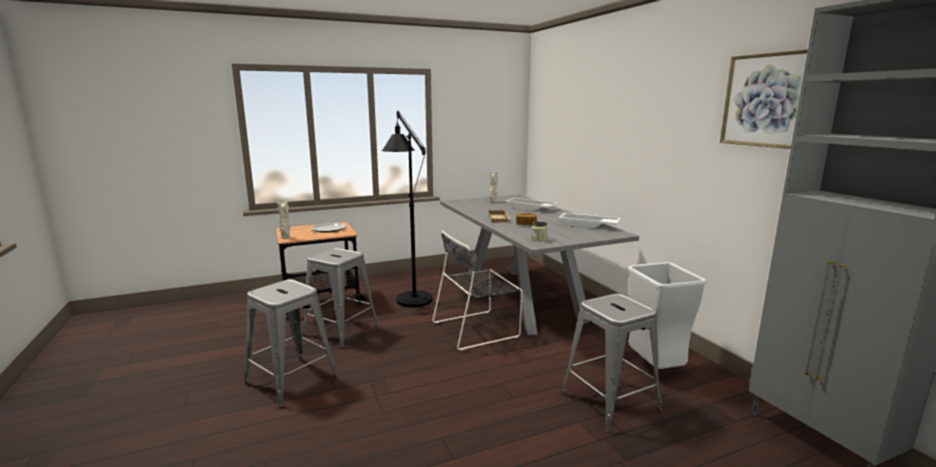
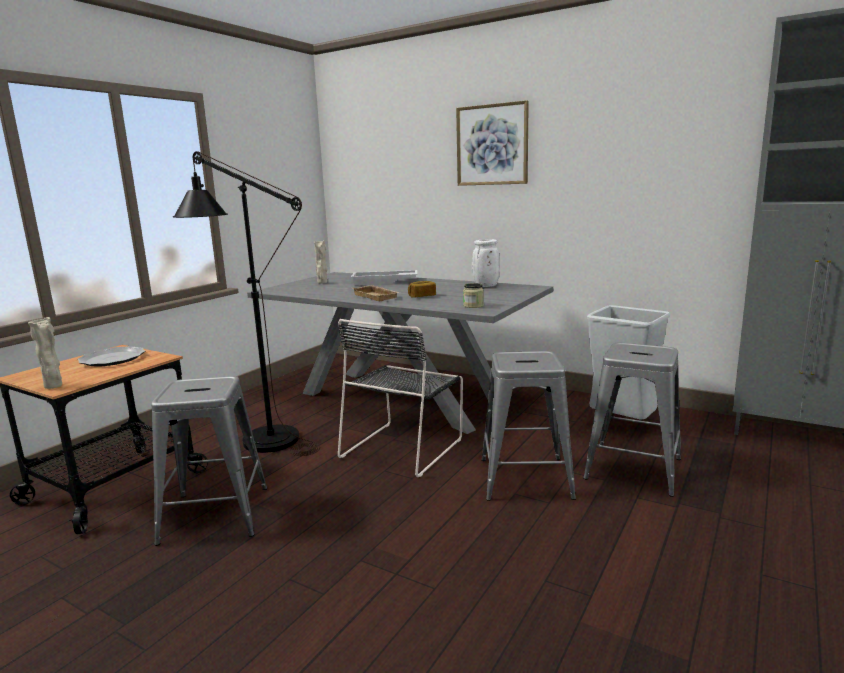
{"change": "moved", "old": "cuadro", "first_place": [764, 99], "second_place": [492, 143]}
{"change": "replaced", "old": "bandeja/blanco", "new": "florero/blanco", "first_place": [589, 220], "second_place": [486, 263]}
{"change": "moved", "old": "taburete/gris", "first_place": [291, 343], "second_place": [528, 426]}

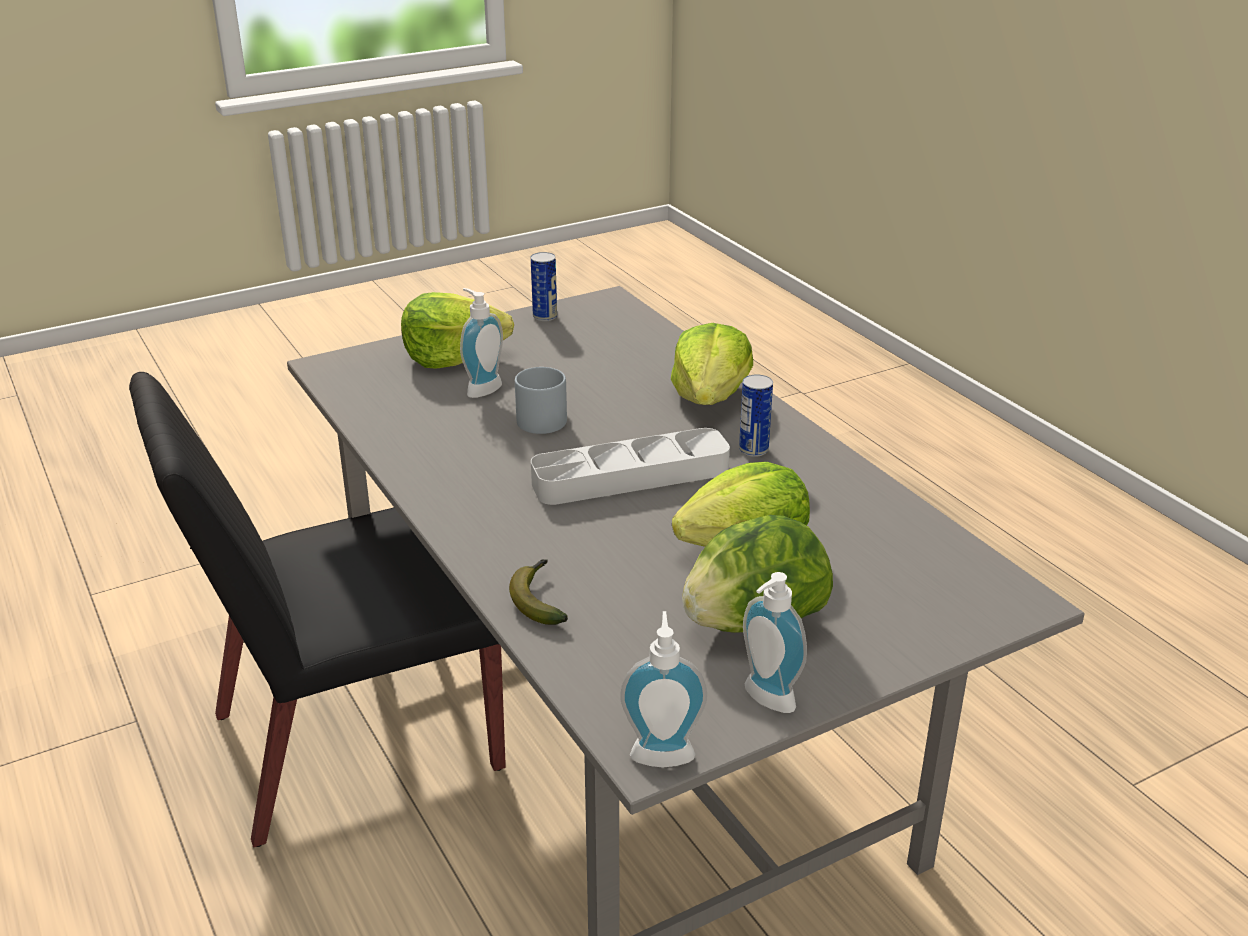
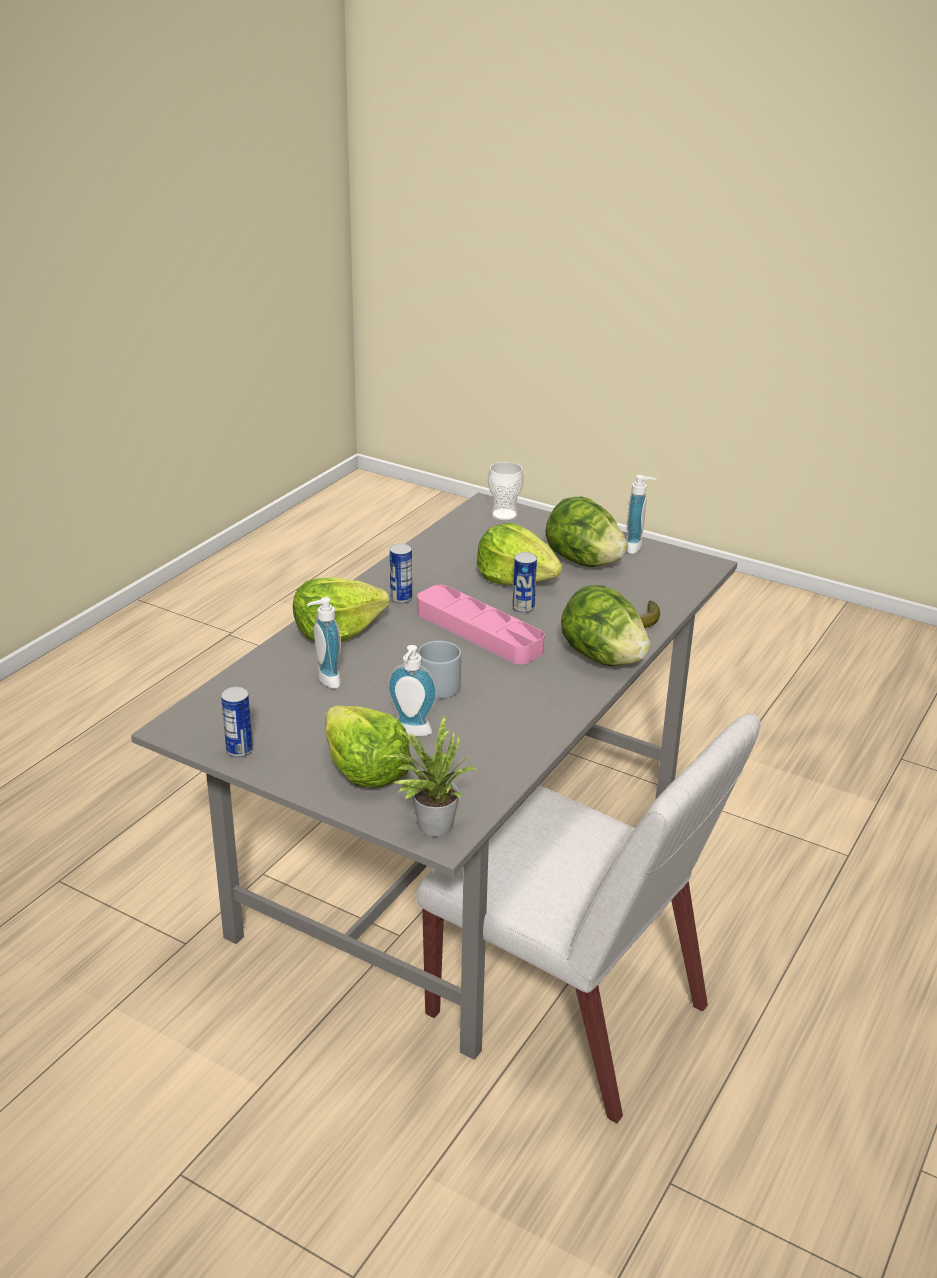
{"change": "moved", "old": "dispensador de jabón", "first_place": [663, 689], "second_place": [324, 643]}
{"change": "added", "new": "planta en maceta", "second_place": [431, 776]}
{"change": "recoloured", "old": "silla/negro", "new": "silla/blanco", "first_place": [317, 609], "second_place": [588, 918]}
{"change": "recoloured", "old": "bandeja/gris", "new": "bandeja/rosa", "first_place": [630, 466], "second_place": [481, 624]}
{"change": "added", "new": "taza", "second_place": [506, 491]}
{"change": "added", "new": "lata", "second_place": [525, 582]}
{"change": "added", "new": "lechuga", "second_place": [606, 625]}

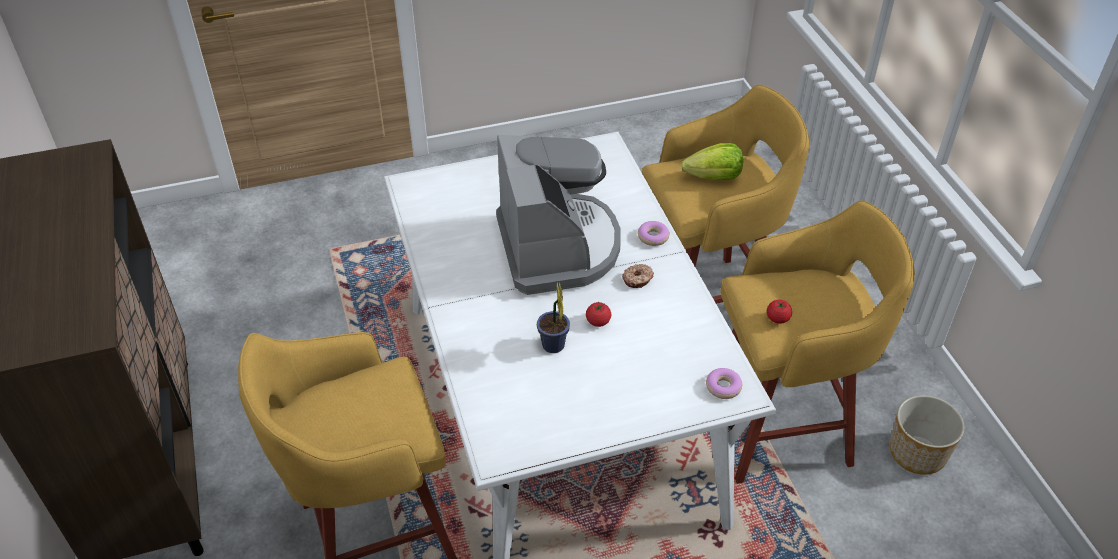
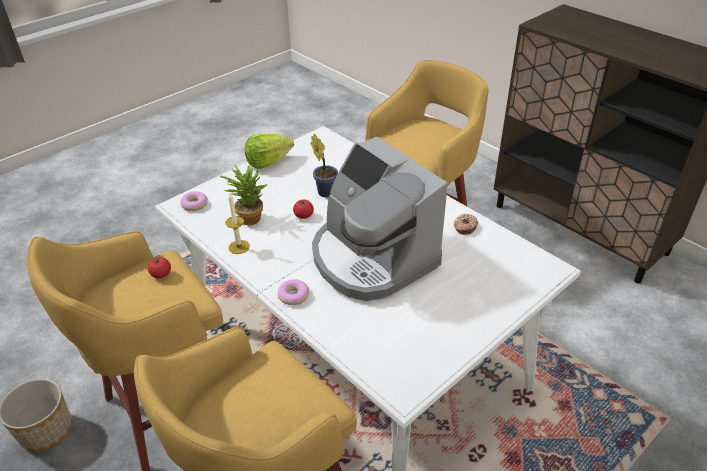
{"change": "added", "new": "planta en maceta", "second_place": [243, 195]}
{"change": "added", "new": "vela", "second_place": [238, 223]}
{"change": "moved", "old": "lechuga", "first_place": [712, 161], "second_place": [269, 151]}
{"change": "moved", "old": "rosquilla", "first_place": [638, 276], "second_place": [466, 224]}

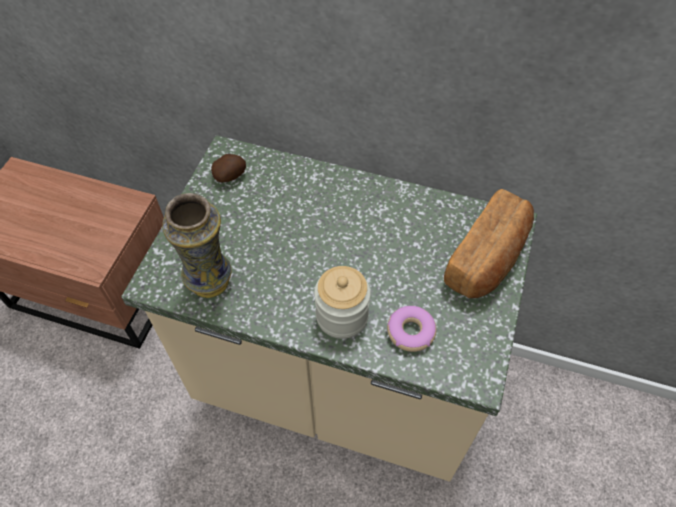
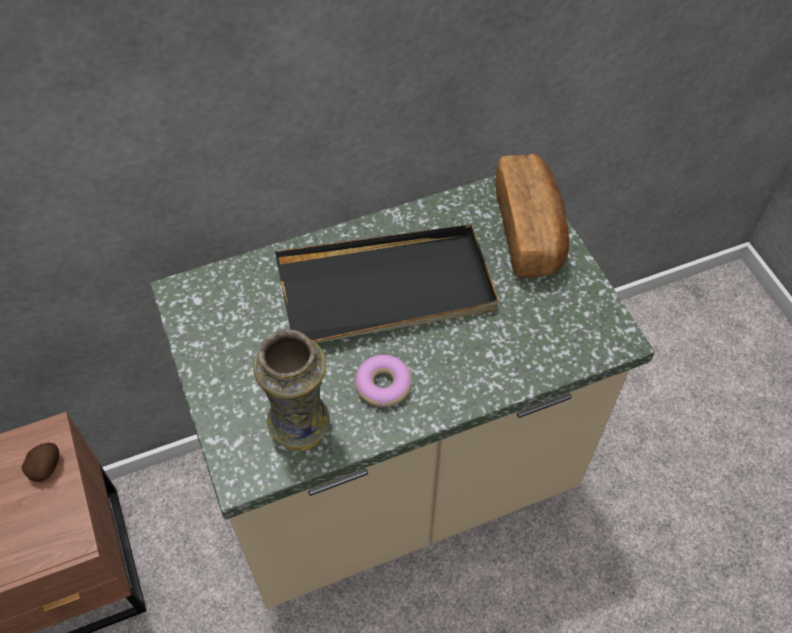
{"change": "moved", "old": "patata", "first_place": [228, 168], "second_place": [40, 462]}
{"change": "added", "new": "bandeja/negro", "second_place": [386, 283]}
{"change": "moved", "old": "rosquilla", "first_place": [412, 329], "second_place": [383, 381]}
{"change": "removed", "old": "tarro", "first_place": [342, 302]}

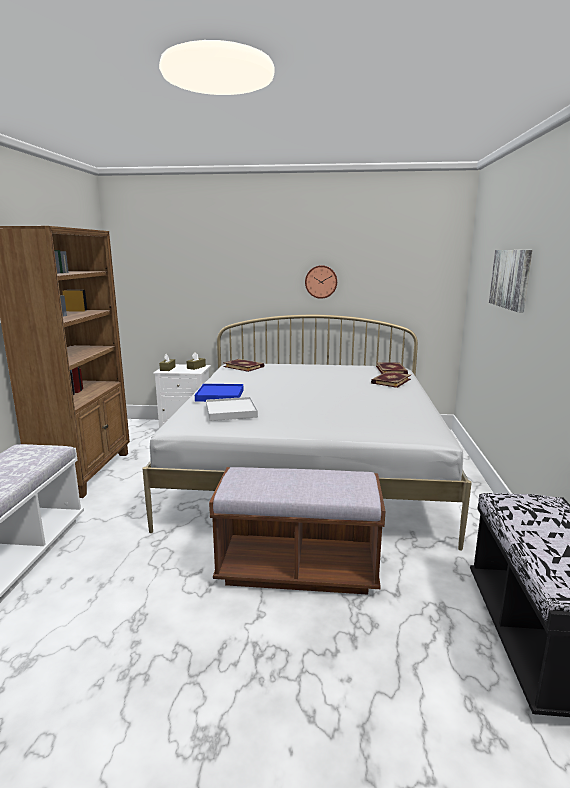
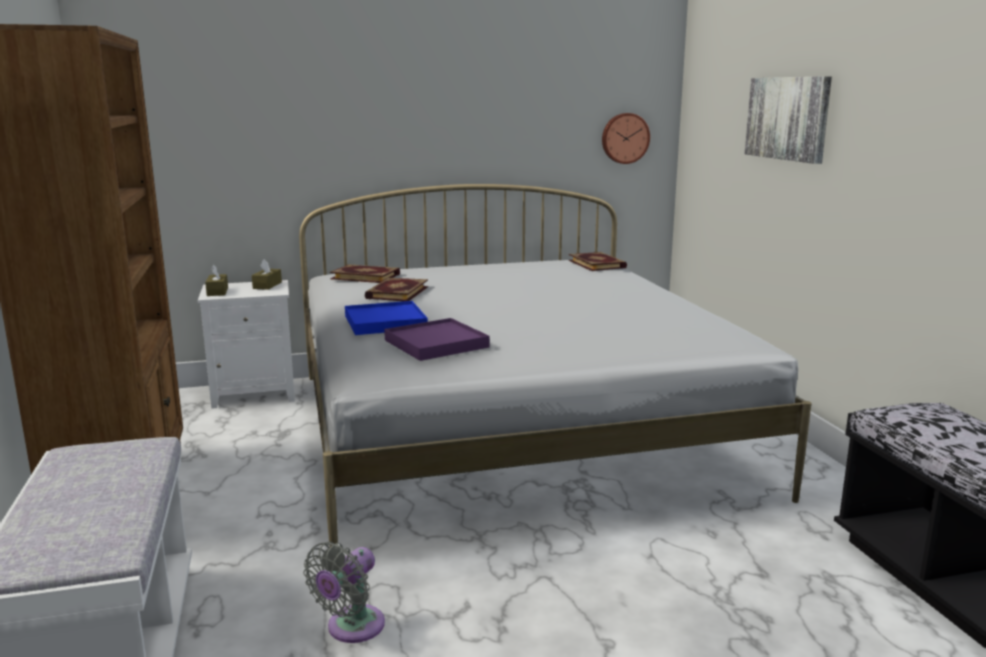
{"change": "added", "new": "ventilador/gris", "second_place": [344, 592]}
{"change": "moved", "old": "libro", "first_place": [391, 380], "second_place": [396, 289]}
{"change": "recoloured", "old": "bandeja/blanco", "new": "bandeja/morado", "first_place": [232, 409], "second_place": [437, 339]}
{"change": "moved", "old": "reloj de pared", "first_place": [321, 282], "second_place": [626, 138]}
{"change": "removed", "old": "banco/marrón", "first_place": [297, 531]}

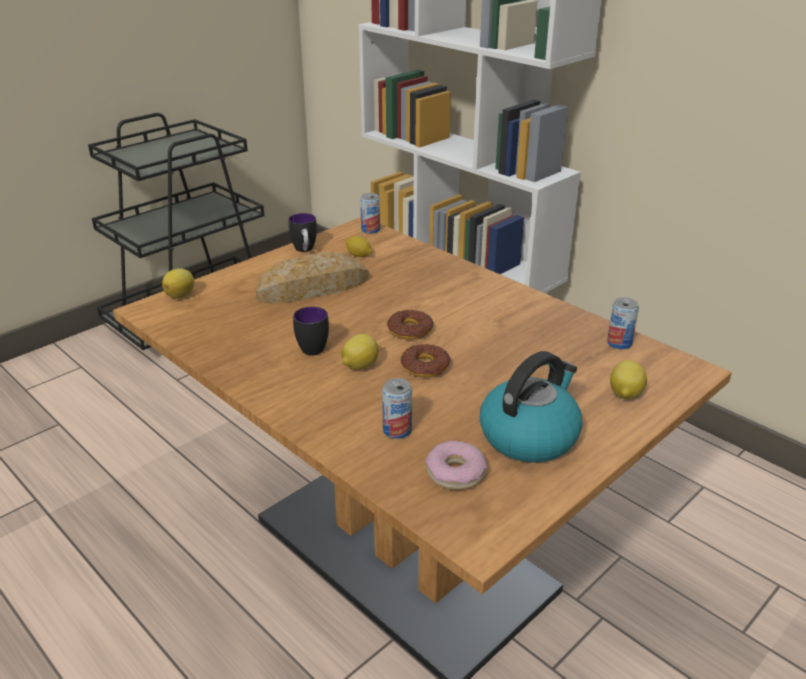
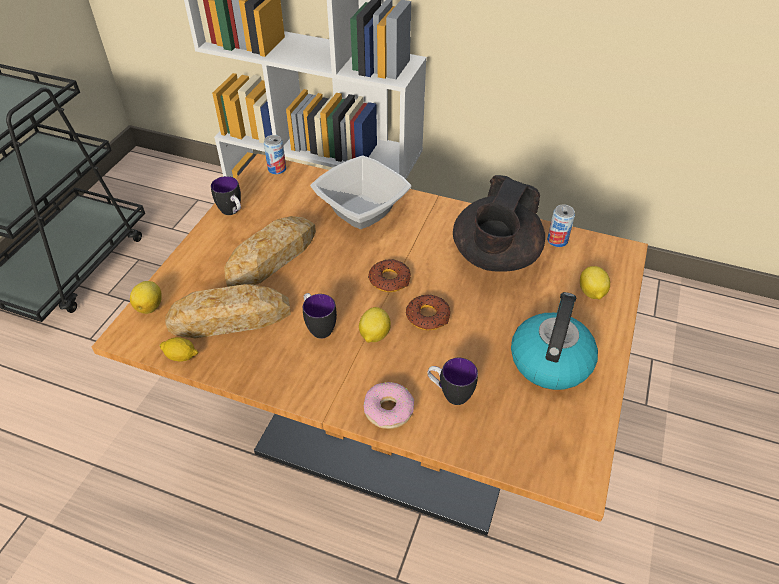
{"change": "moved", "old": "limón", "first_place": [358, 246], "second_place": [179, 349]}
{"change": "added", "new": "pan", "second_place": [228, 311]}
{"change": "added", "new": "cuenco", "second_place": [361, 192]}
{"change": "moved", "old": "rosquilla", "first_place": [456, 465], "second_place": [389, 405]}
{"change": "replaced", "old": "lata", "new": "taza grande", "first_place": [397, 408], "second_place": [452, 381]}
{"change": "added", "new": "tetera/negro", "second_place": [499, 223]}

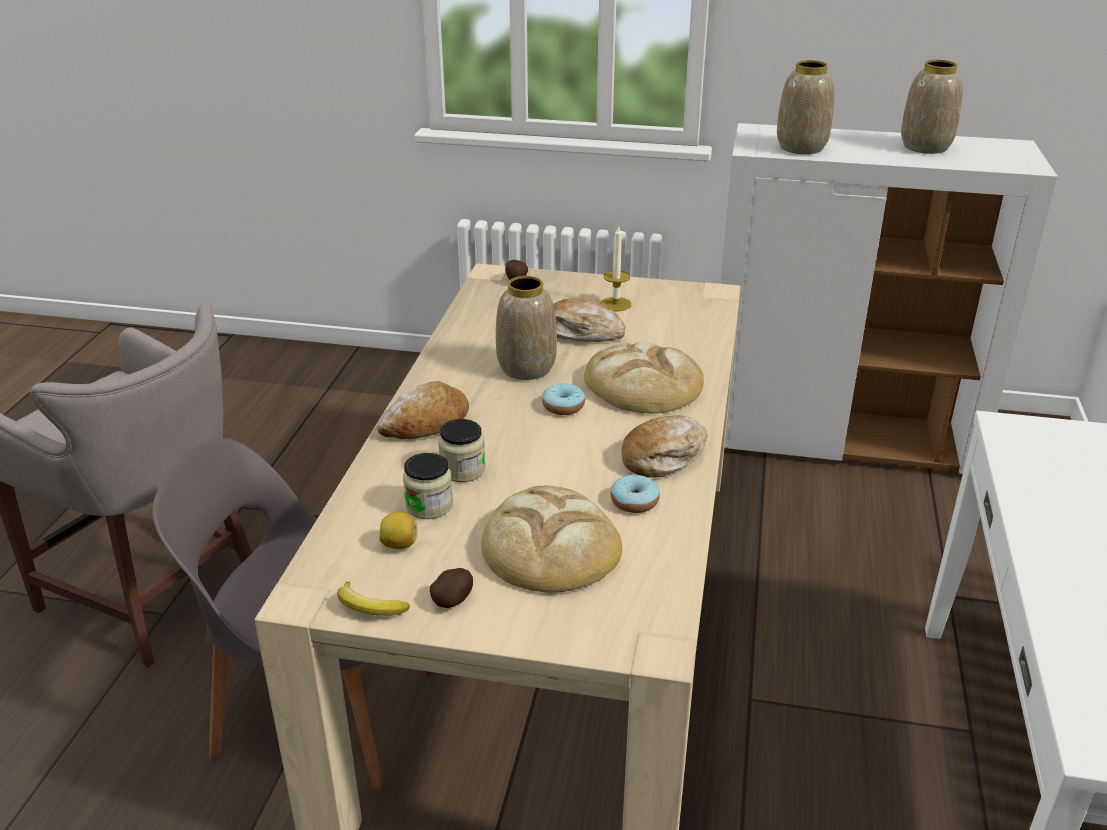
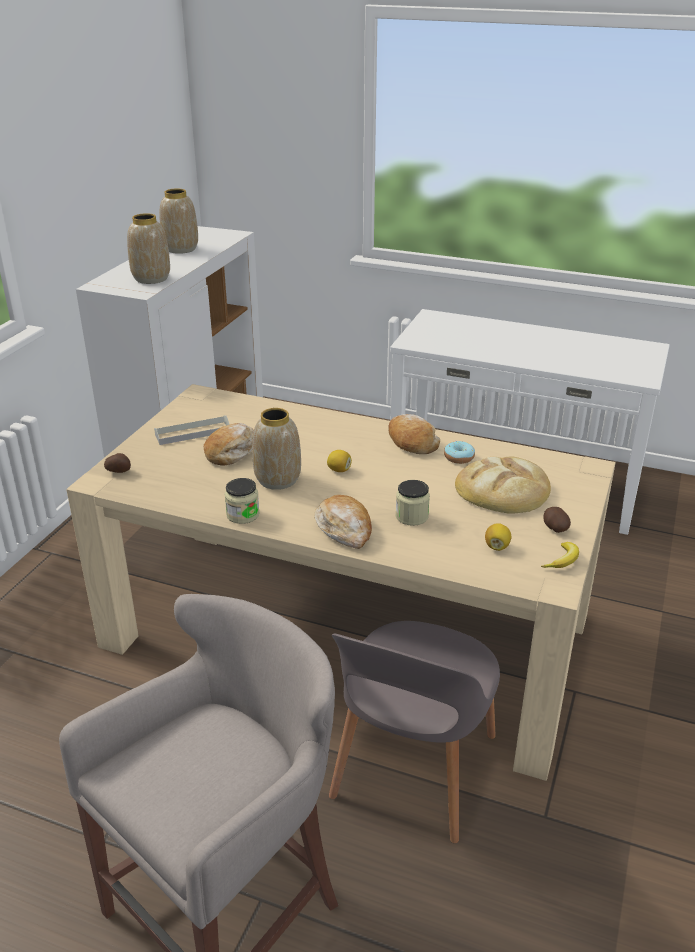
{"change": "replaced", "old": "vela", "new": "bandeja/gris", "first_place": [616, 268], "second_place": [192, 430]}
{"change": "moved", "old": "tarro", "first_place": [428, 486], "second_place": [242, 501]}
{"change": "replaced", "old": "rosquilla", "new": "limón", "first_place": [563, 399], "second_place": [339, 461]}
{"change": "removed", "old": "pan", "first_place": [644, 378]}

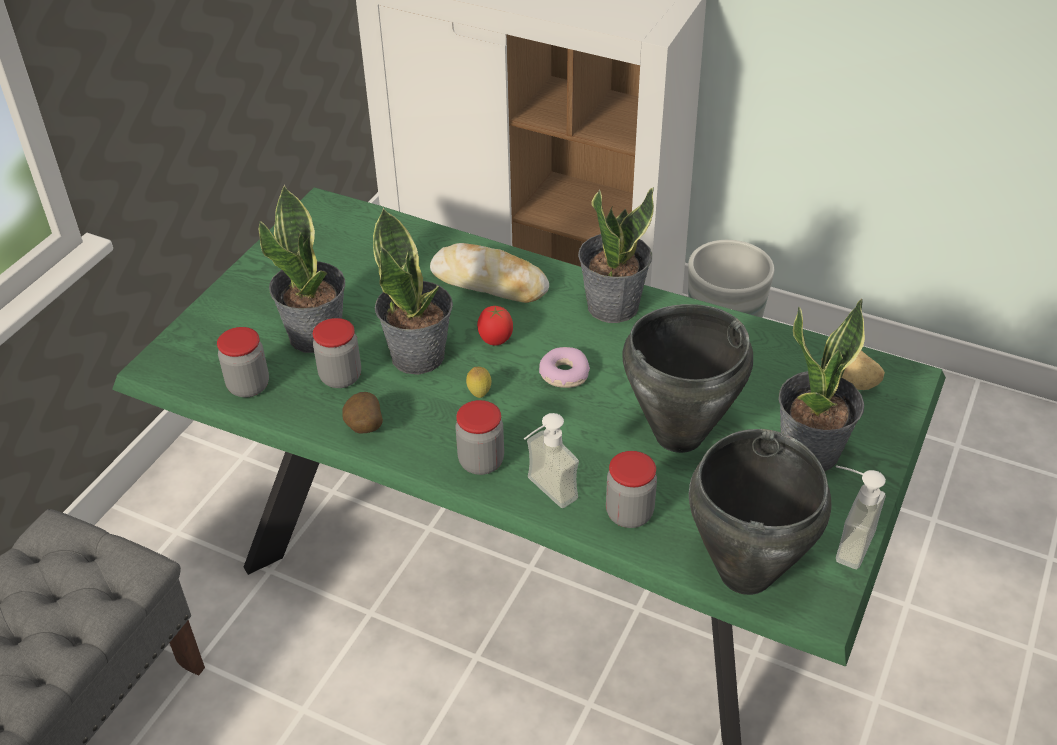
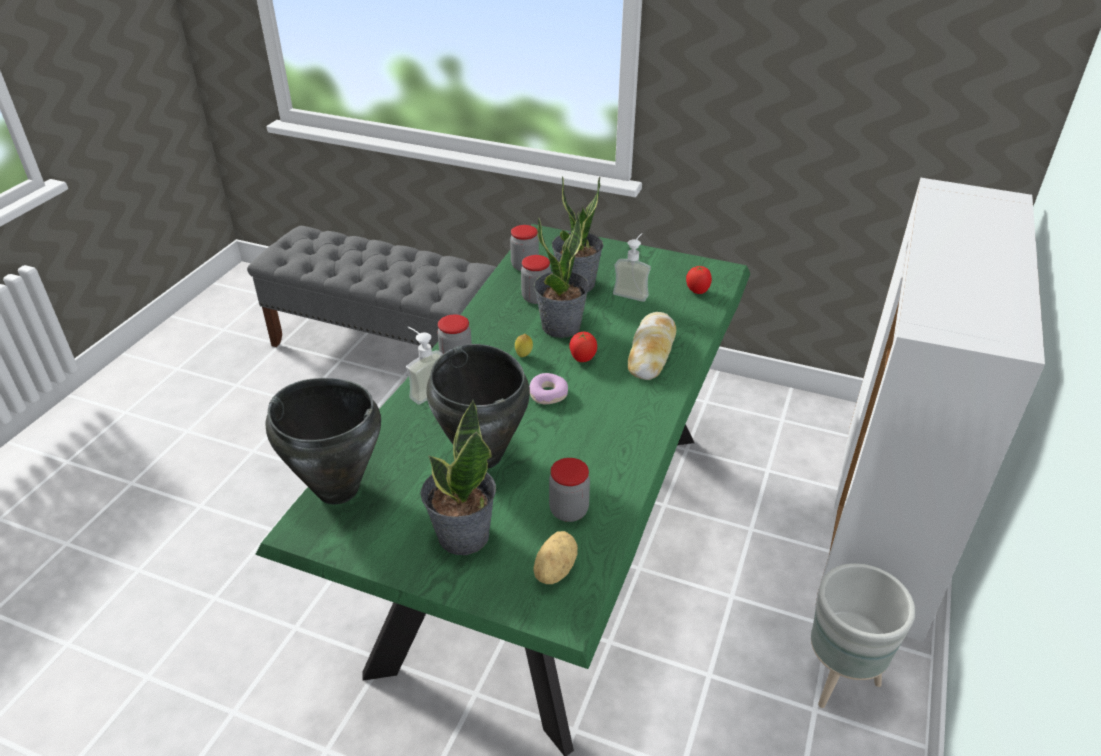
{"change": "moved", "old": "tarro", "first_place": [631, 489], "second_place": [569, 490]}
{"change": "moved", "old": "dispensador de jabón", "first_place": [861, 517], "second_place": [632, 267]}
{"change": "added", "new": "tomate", "second_place": [699, 280]}
{"change": "removed", "old": "patata", "first_place": [363, 413]}
{"change": "removed", "old": "planta en maceta", "first_place": [616, 255]}

